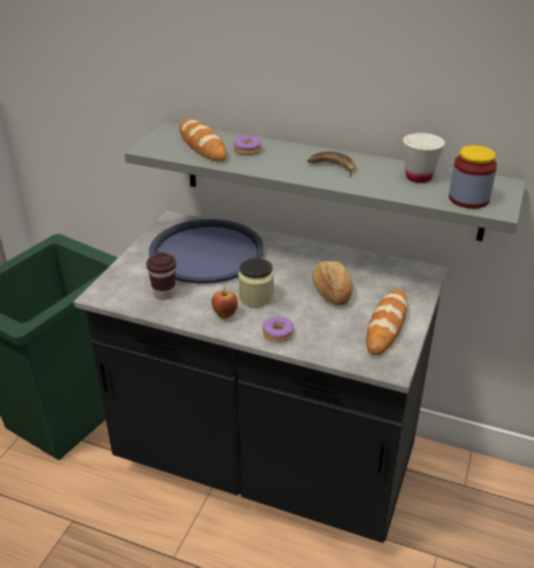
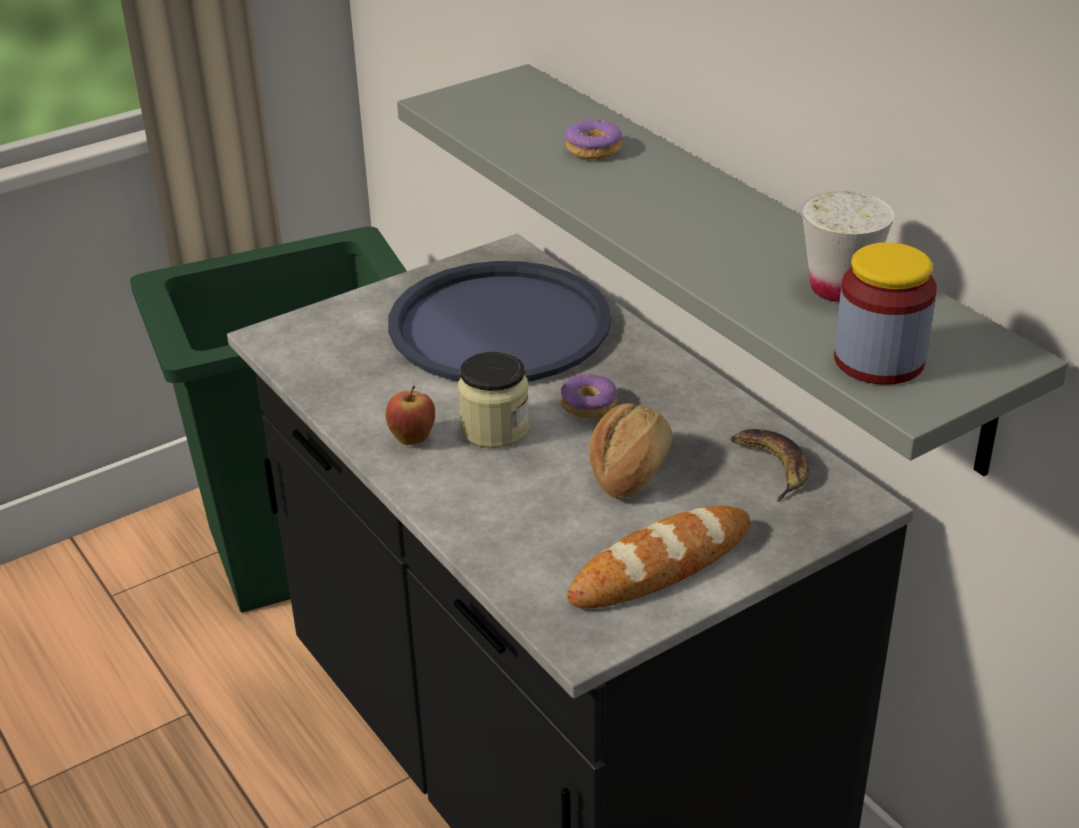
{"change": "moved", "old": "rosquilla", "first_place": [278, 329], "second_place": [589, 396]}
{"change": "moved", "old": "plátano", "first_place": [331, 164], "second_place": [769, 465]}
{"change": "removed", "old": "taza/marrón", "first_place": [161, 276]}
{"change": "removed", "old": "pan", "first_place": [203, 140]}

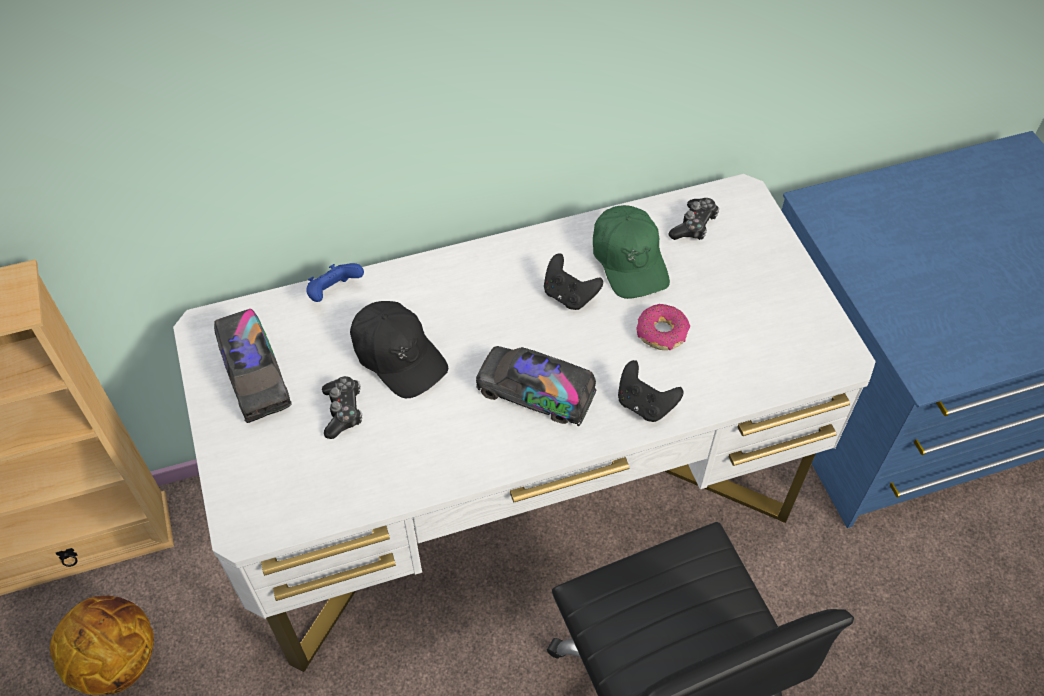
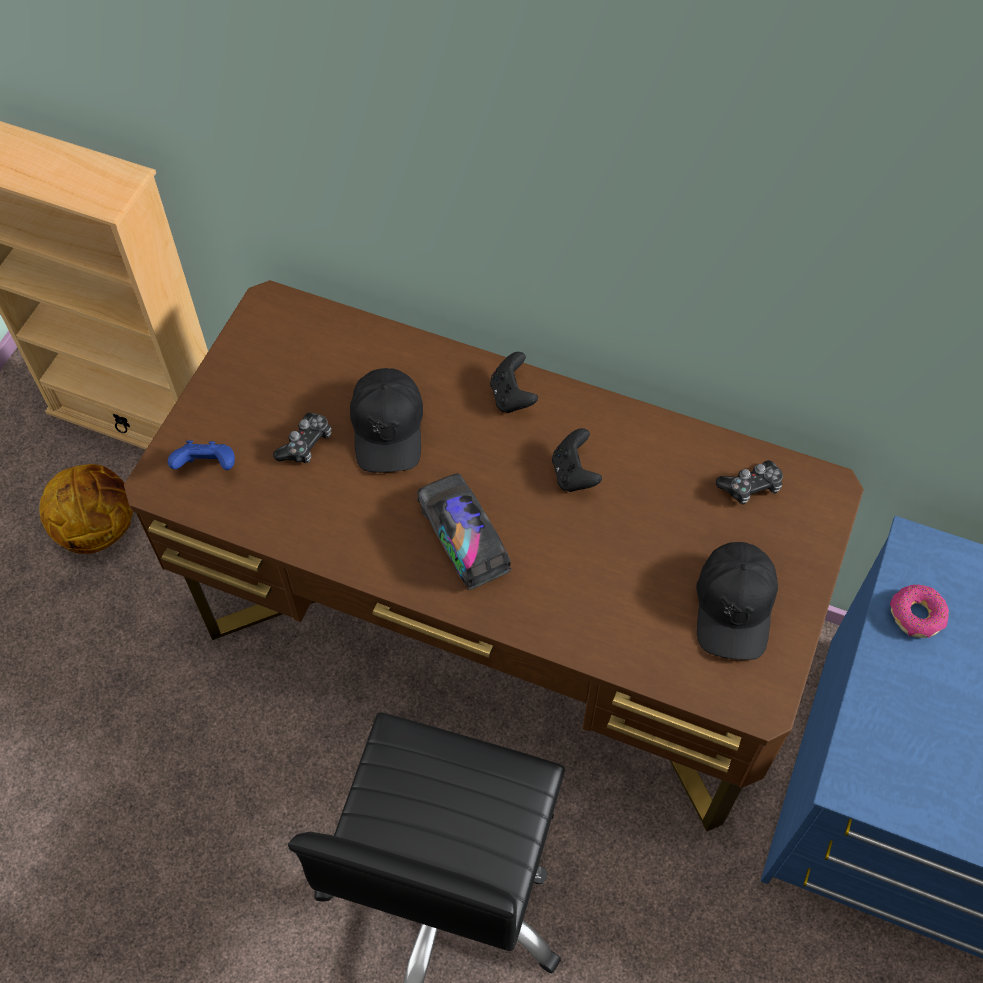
{"change": "recoloured", "old": "escritorio/blanco", "new": "escritorio/marrón", "first_place": [524, 423], "second_place": [494, 555]}
{"change": "moved", "old": "mando de consola/azul", "first_place": [335, 282], "second_place": [201, 455]}
{"change": "moved", "old": "mando de consola/negro", "first_place": [651, 391], "second_place": [514, 382]}
{"change": "added", "new": "gorra/negro", "second_place": [737, 601]}
{"change": "moved", "old": "rosquilla", "first_place": [663, 327], "second_place": [919, 611]}
{"change": "removed", "old": "camión de juguete", "first_place": [253, 366]}
{"change": "removed", "old": "gorra/verde", "first_place": [631, 252]}

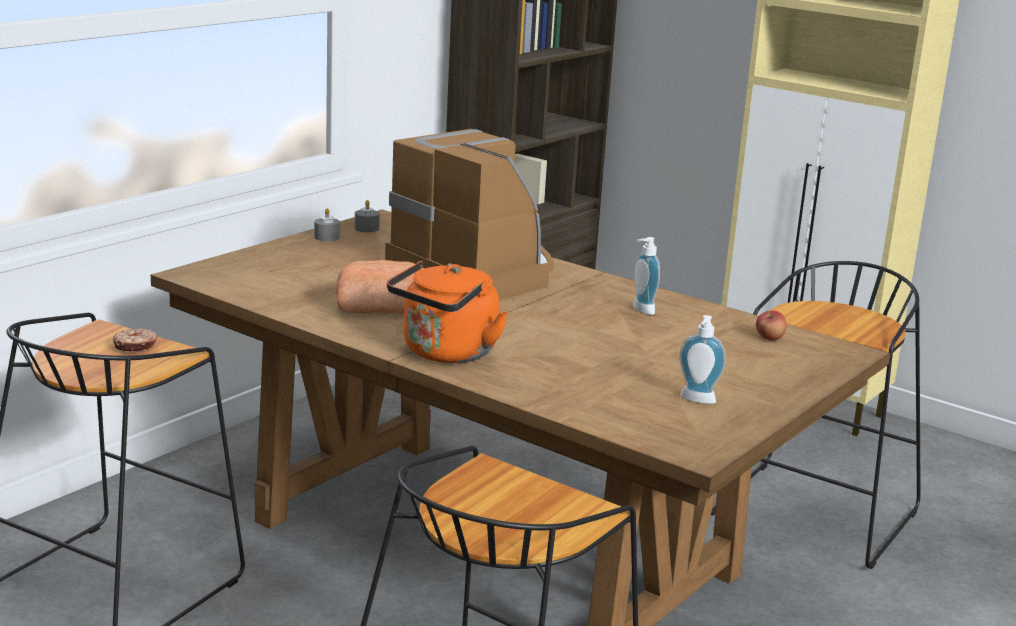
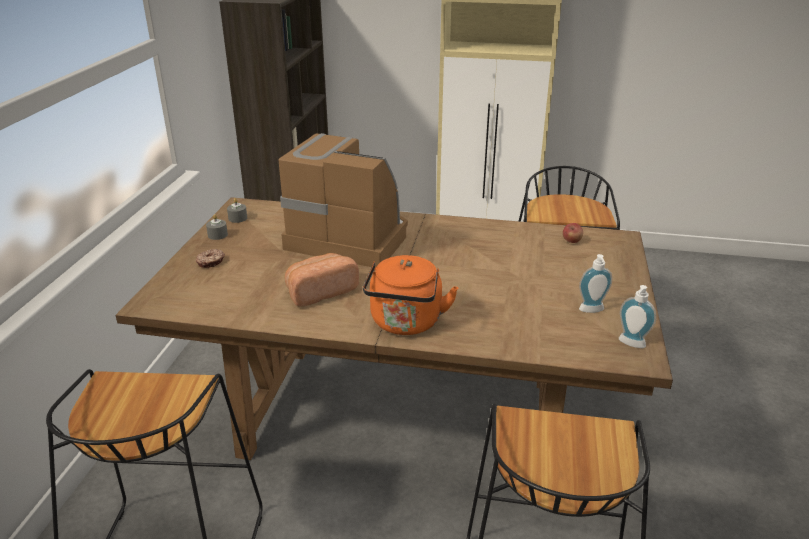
{"change": "moved", "old": "rosquilla", "first_place": [135, 340], "second_place": [210, 258]}
{"change": "moved", "old": "dispensador de jabón", "first_place": [646, 276], "second_place": [637, 316]}

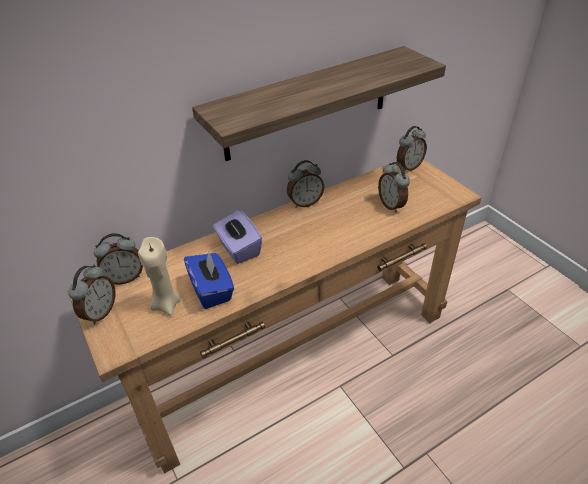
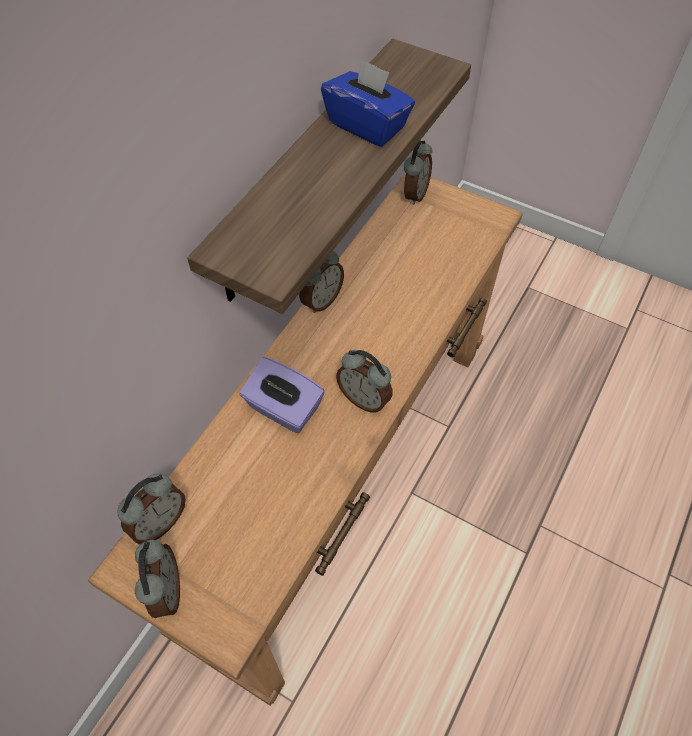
{"change": "moved", "old": "caja de pañuelos/azul", "first_place": [209, 280], "second_place": [368, 102]}
{"change": "moved", "old": "despertador", "first_place": [394, 187], "second_place": [364, 381]}
{"change": "removed", "old": "vela/beis", "first_place": [159, 276]}

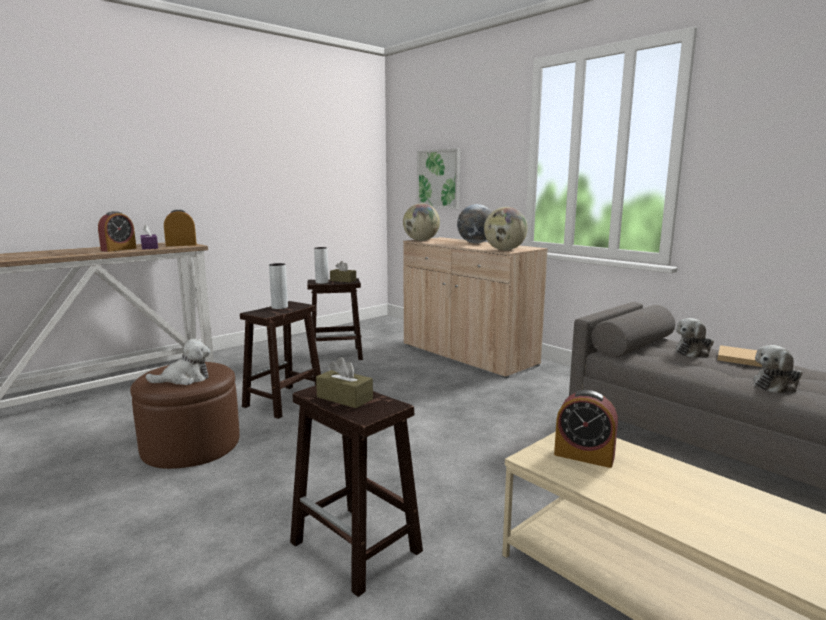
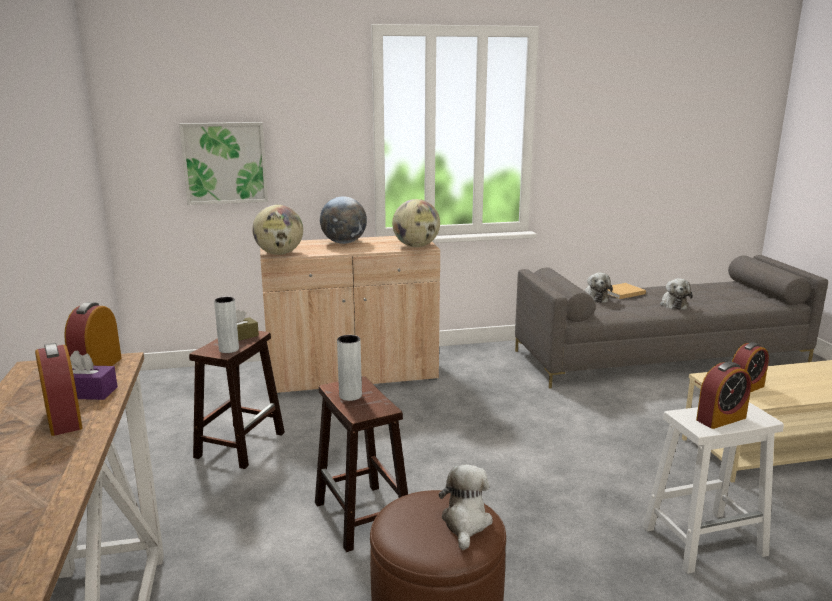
{"change": "recoloured", "old": "taburete/marrón", "new": "taburete/blanco", "first_place": [356, 491], "second_place": [713, 488]}
{"change": "replaced", "old": "caja de pañuelos/marrón", "new": "despertador", "first_place": [344, 382], "second_place": [724, 395]}

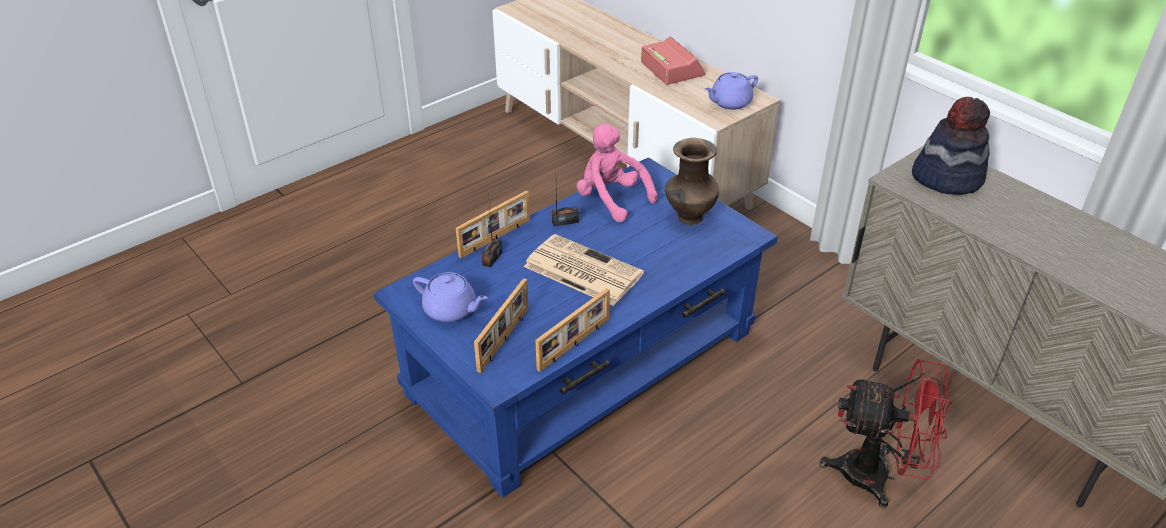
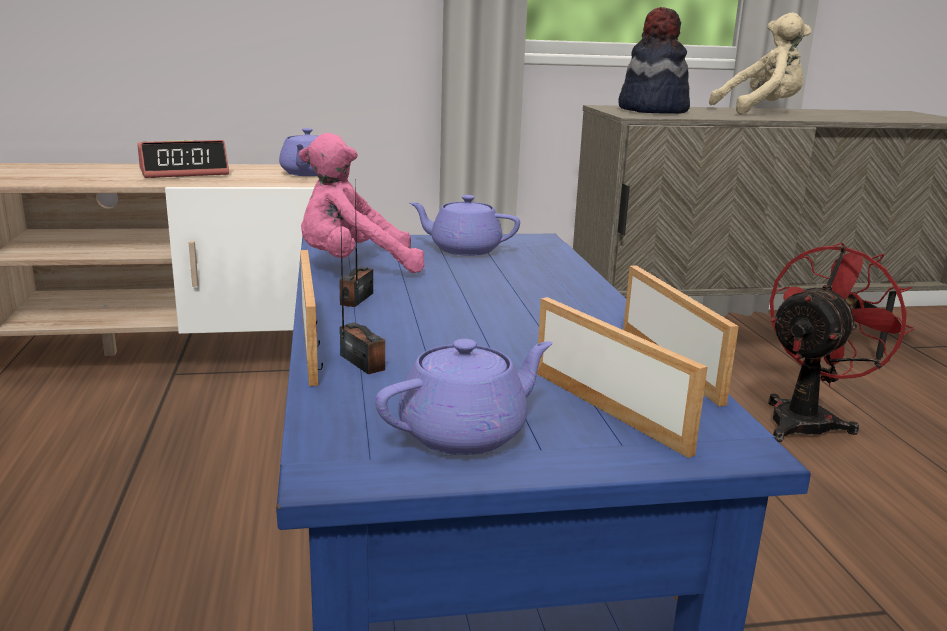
{"change": "turned", "old": "despertador", "first_place": [673, 60], "second_place": [183, 159], "degrees": 150}
{"change": "replaced", "old": "florero/marrón", "new": "tetera/morado", "first_place": [692, 181], "second_place": [464, 225]}
{"change": "added", "new": "peluche/beis", "second_place": [760, 64]}
{"change": "removed", "old": "periódico", "first_place": [584, 270]}

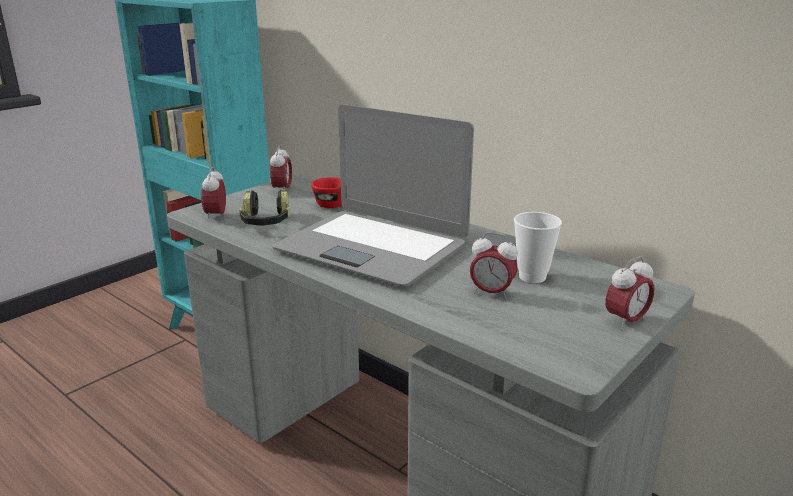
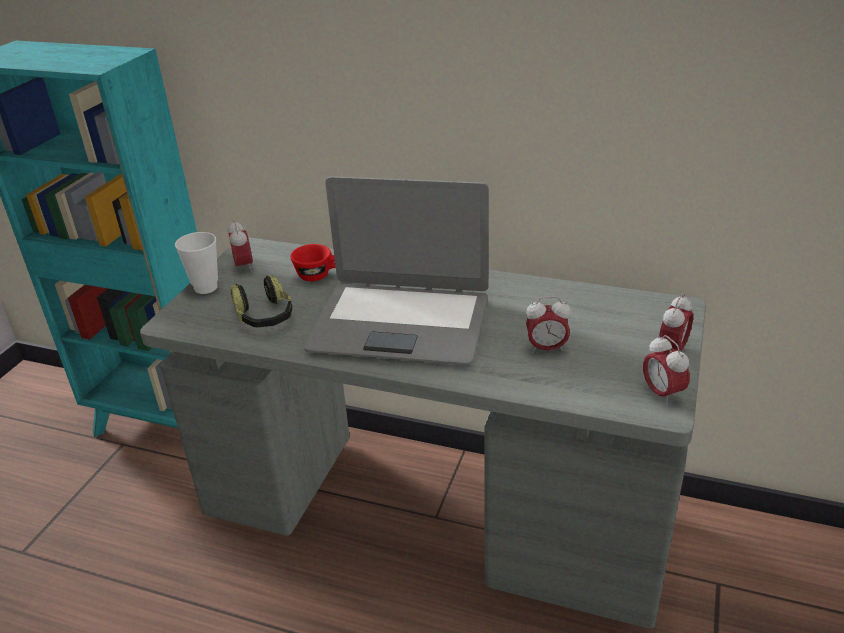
{"change": "moved", "old": "taza", "first_place": [538, 247], "second_place": [196, 263]}
{"change": "moved", "old": "despertador", "first_place": [213, 194], "second_place": [666, 370]}

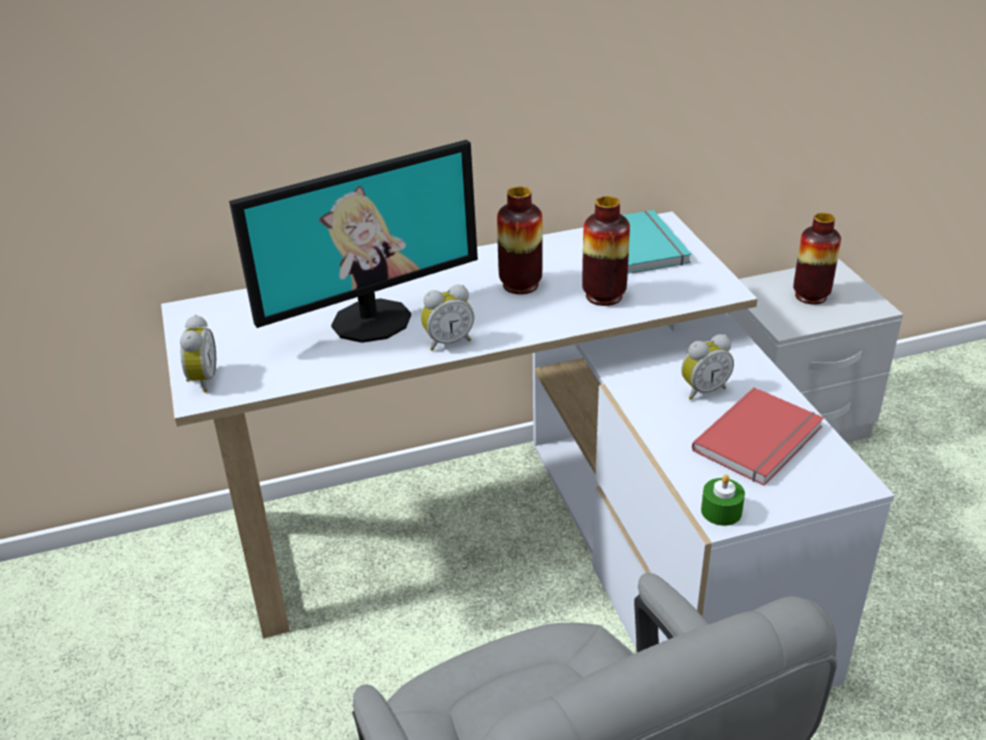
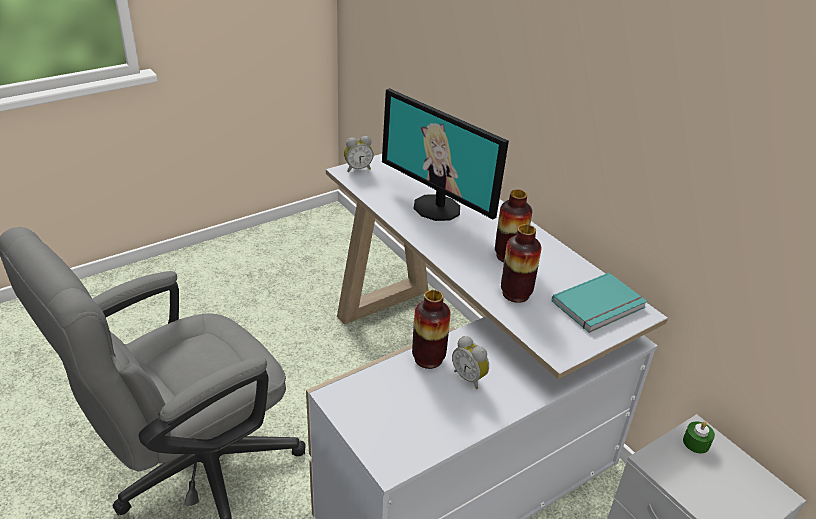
{"change": "moved", "old": "florero", "first_place": [817, 258], "second_place": [431, 329]}
{"change": "moved", "old": "vela/verde", "first_place": [723, 500], "second_place": [699, 437]}
{"change": "removed", "old": "despertador", "first_place": [447, 317]}
{"change": "removed", "old": "libro/rojo", "first_place": [758, 436]}

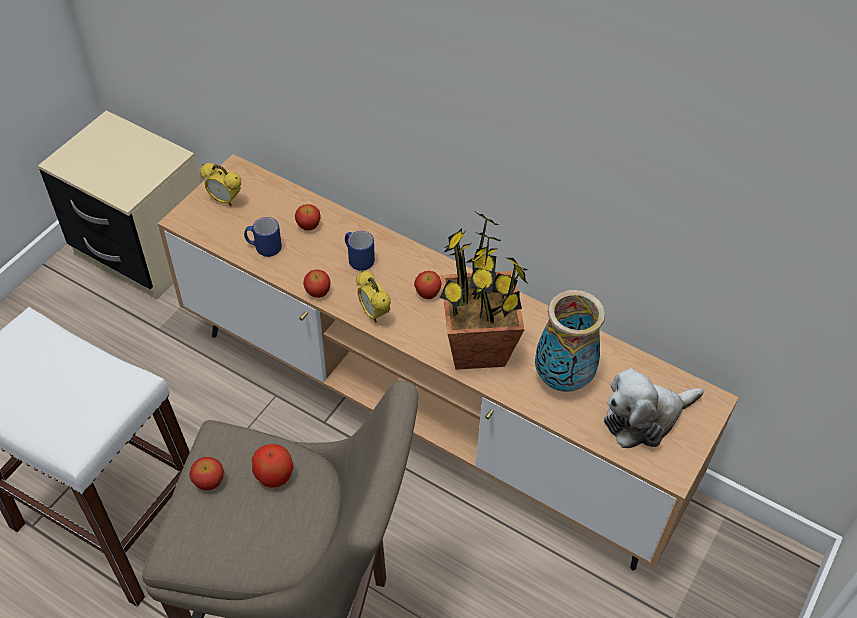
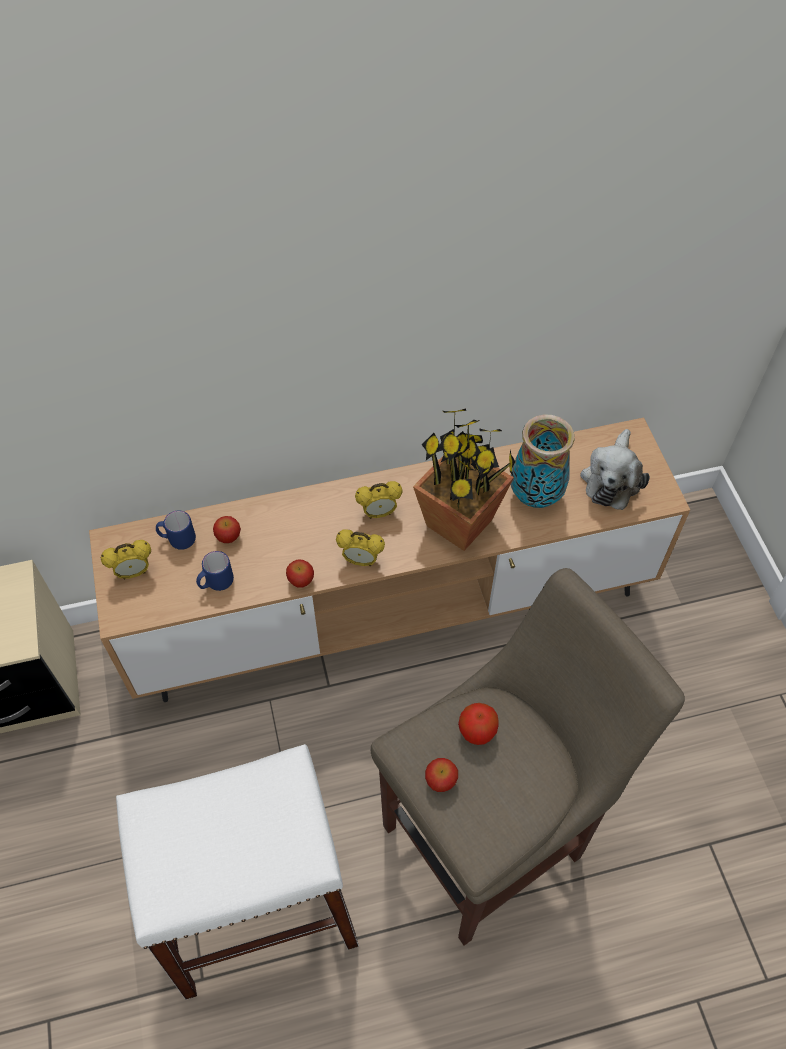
{"change": "moved", "old": "taza grande/azul", "first_place": [360, 251], "second_place": [176, 530]}
{"change": "replaced", "old": "manzana", "new": "despertador", "first_place": [428, 285], "second_place": [379, 500]}

